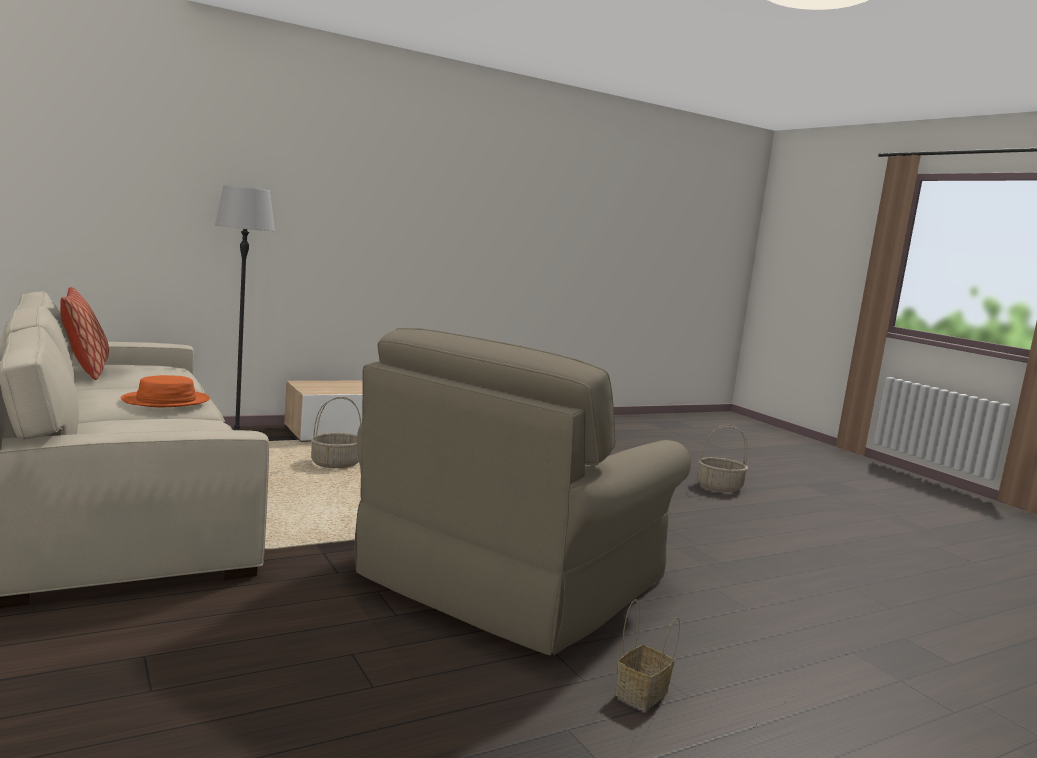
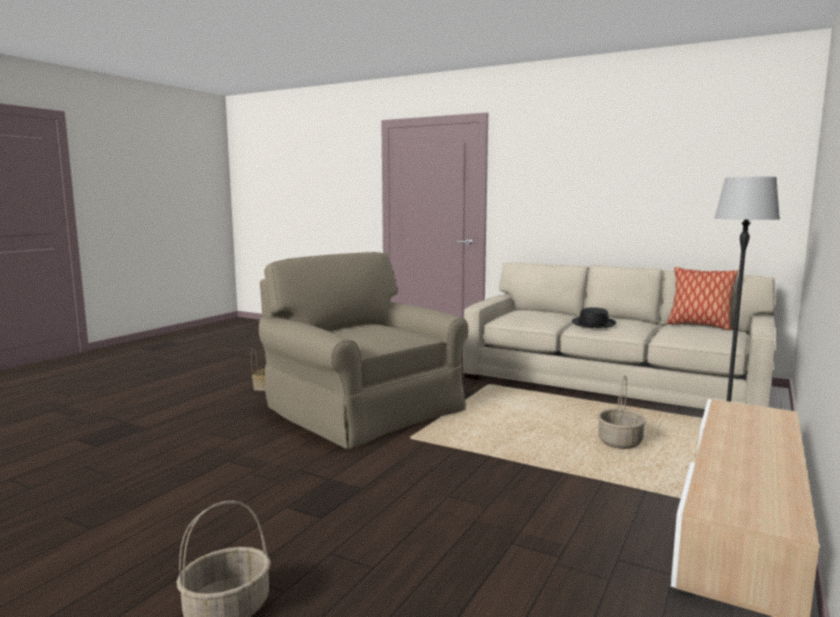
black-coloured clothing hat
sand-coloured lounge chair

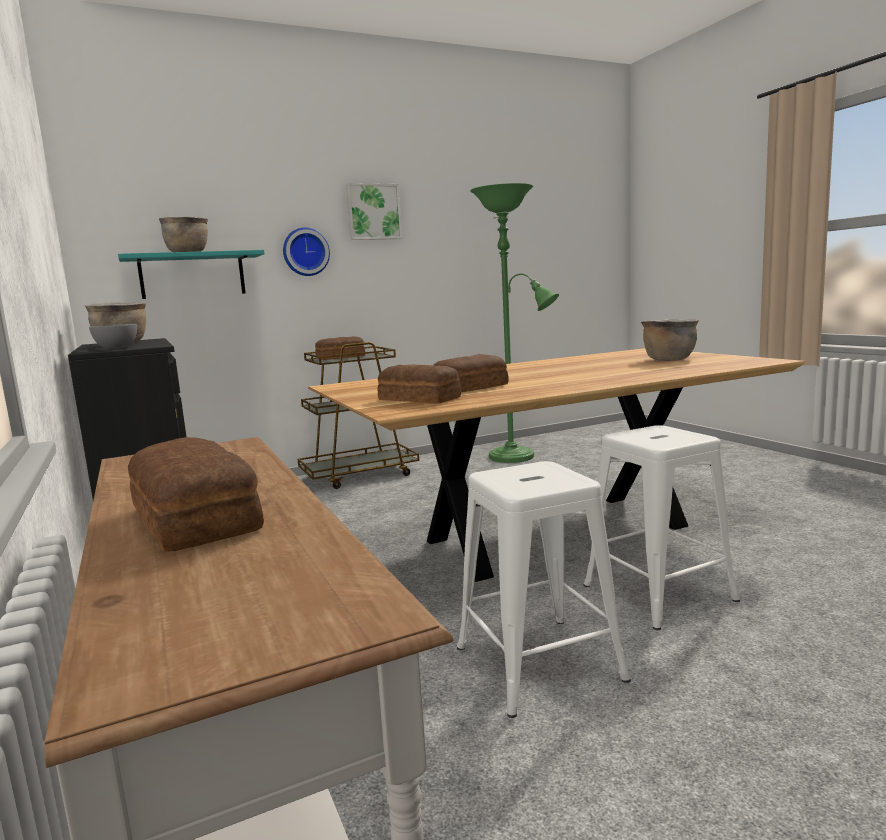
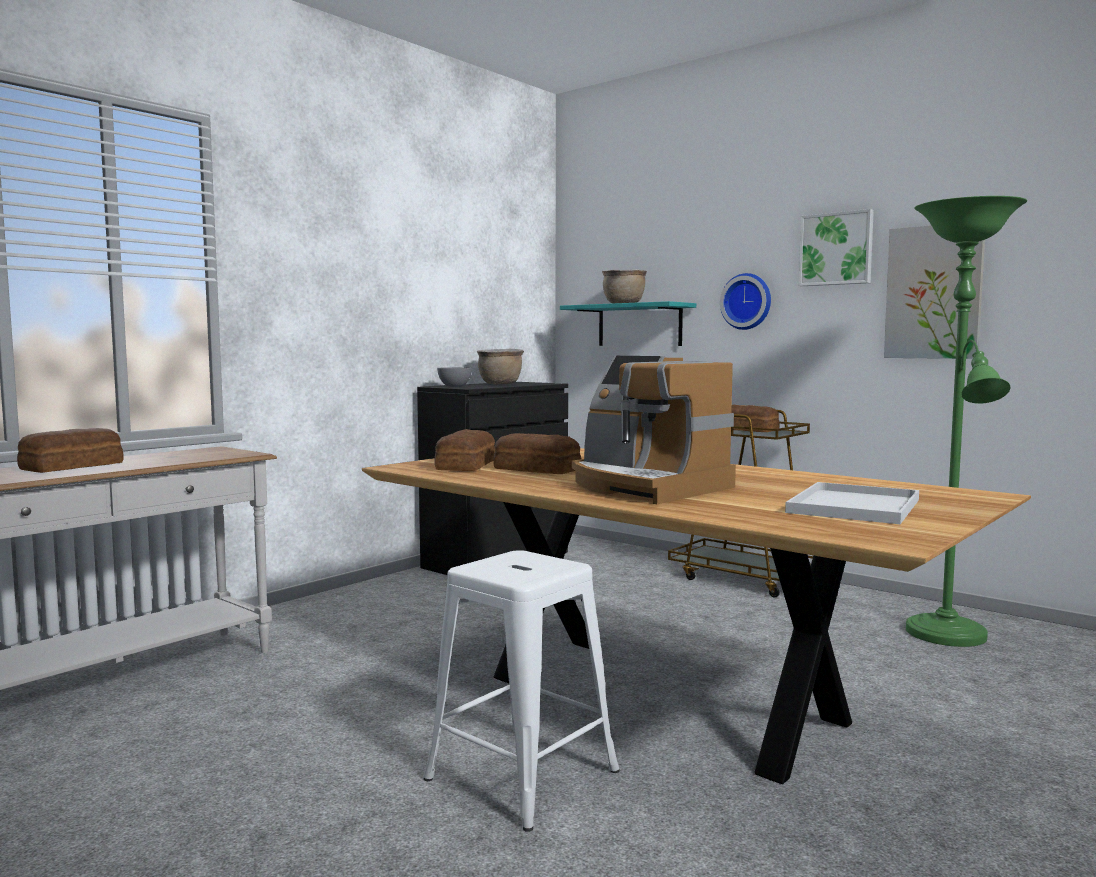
white stool seat (1st from left in the first image)
coffee maker
wall art (2nd from left)
white serving tray

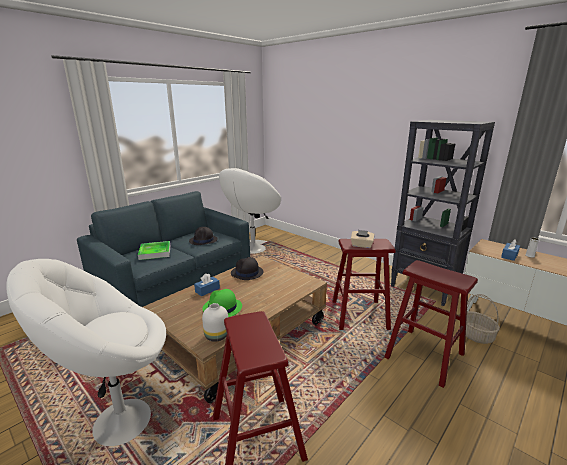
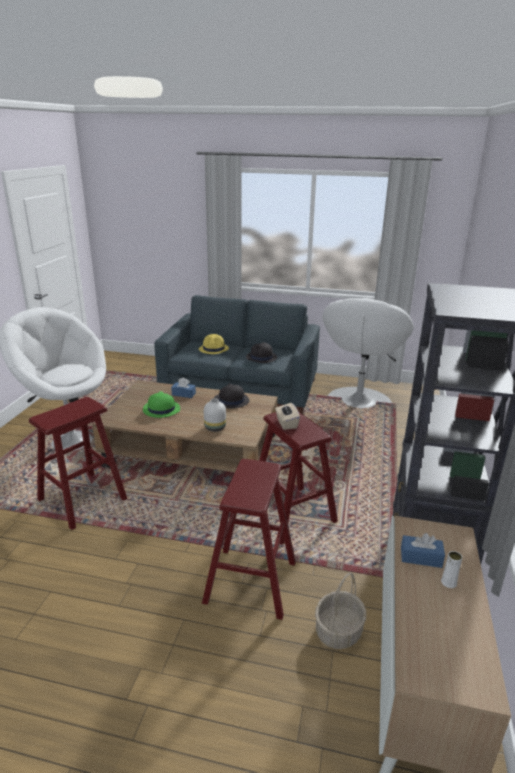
white decorative vase (1st from left)
yellow-coloured clothing hat
white lounge chair (2nd from left)

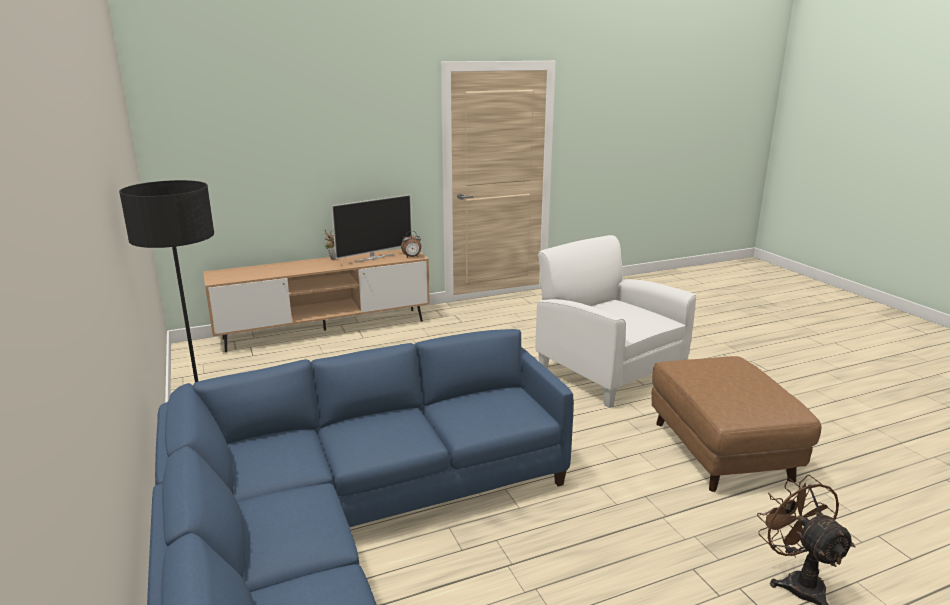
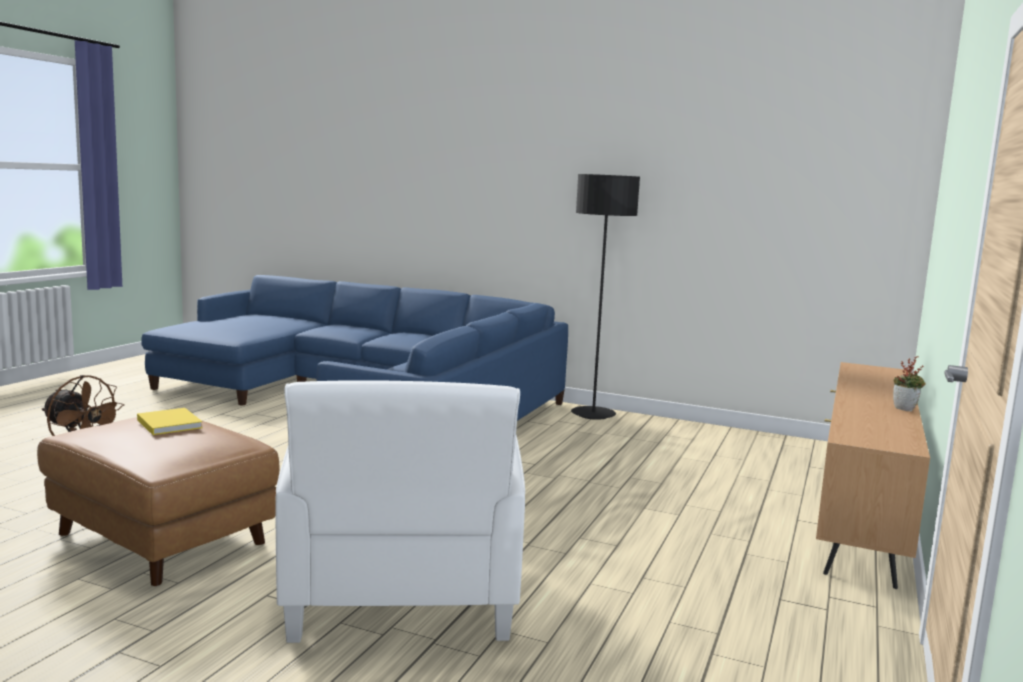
TV set
table clock
yellow-coloured bound book
white lounge chair

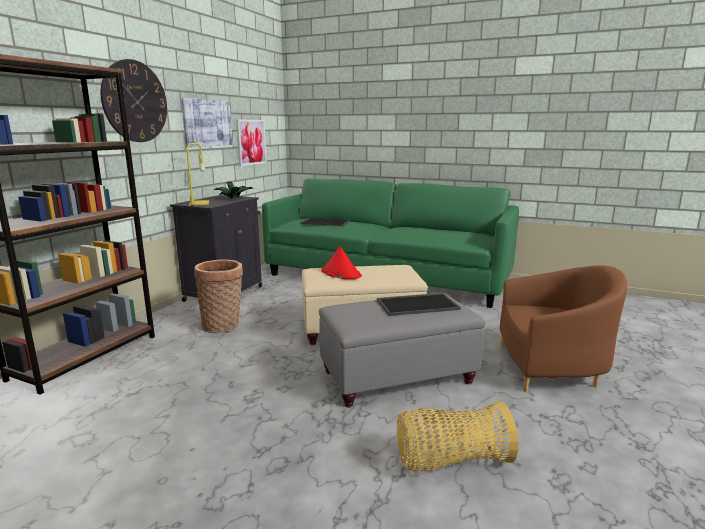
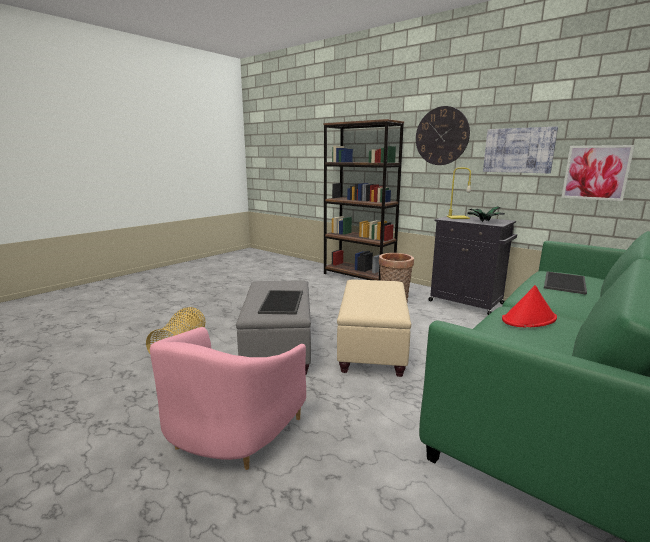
red clothing hat
pink lounge chair

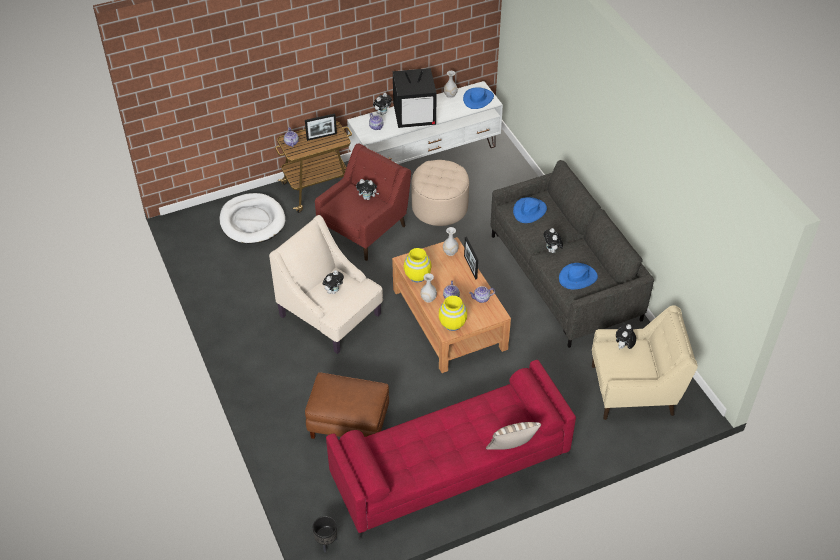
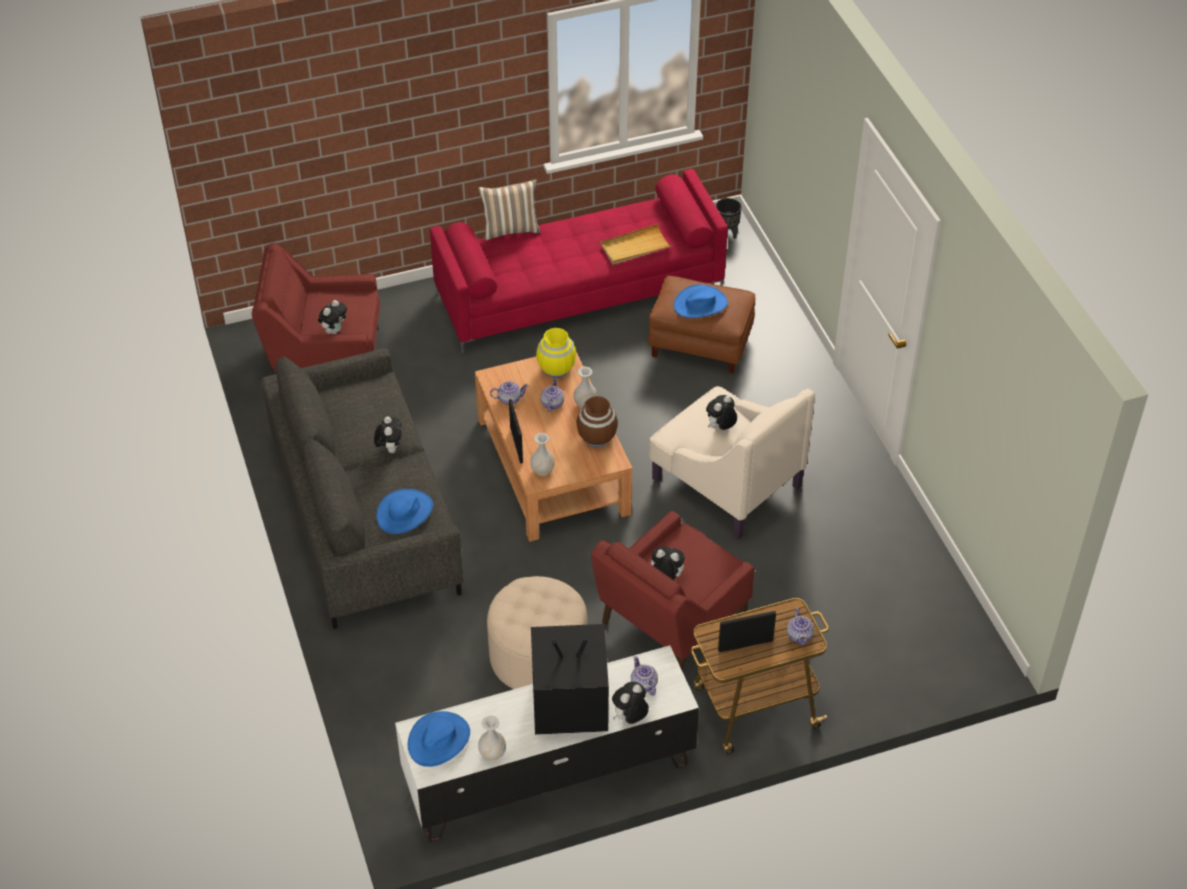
white dog cushion
sand-coloured serving tray
blue clothing hat (3rd from left)
brown-coloured decorative vase
red lounge chair (1st from left)

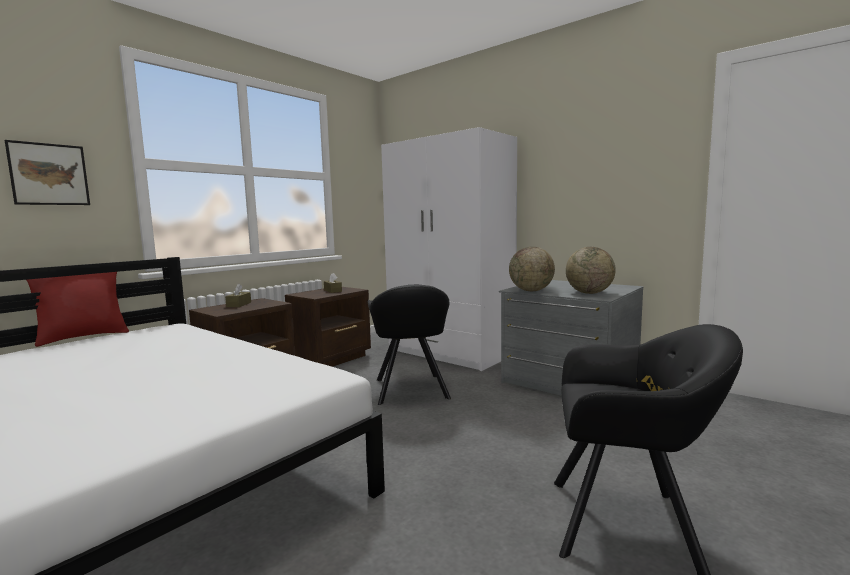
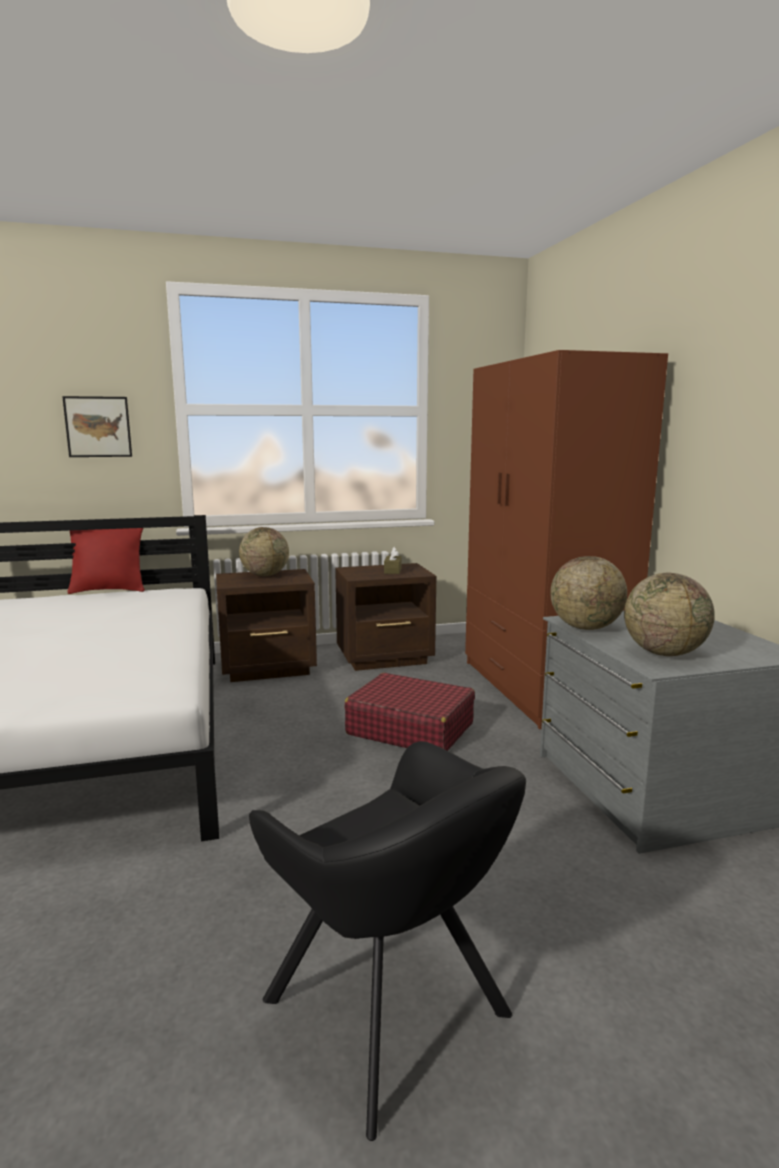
desk globe (1st from left)
red travel case
brown-coloured wardrobe

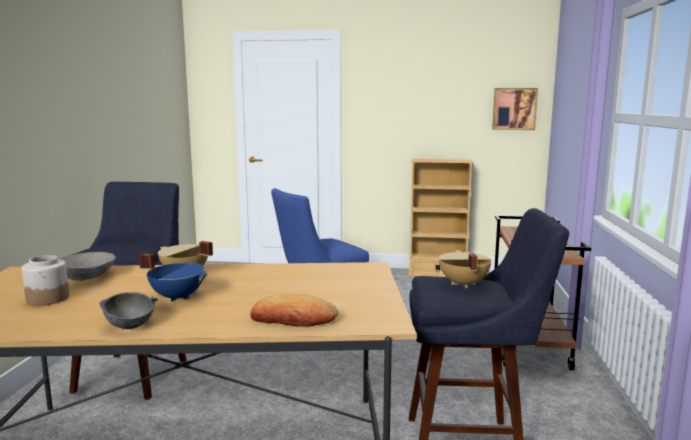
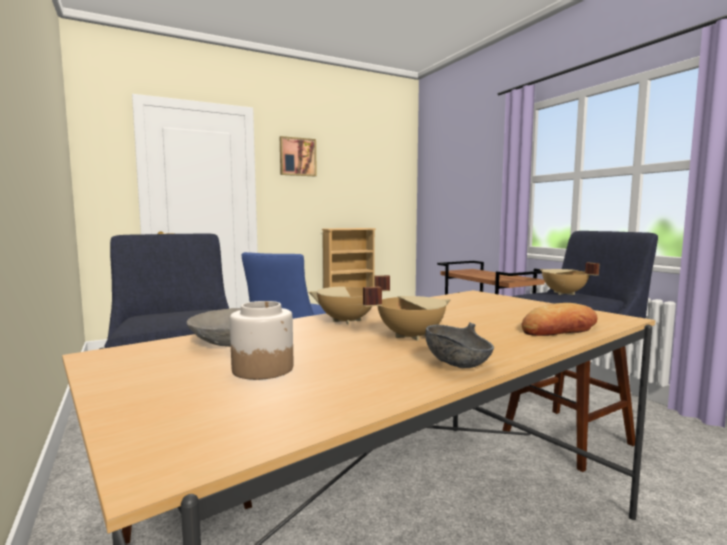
wall art
sand-coloured stockpot (2nd from left)

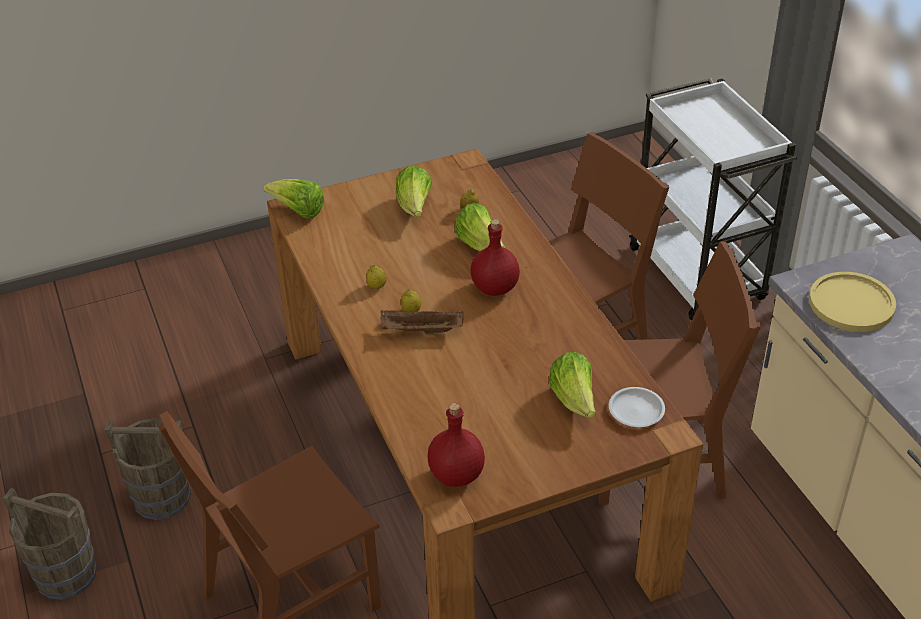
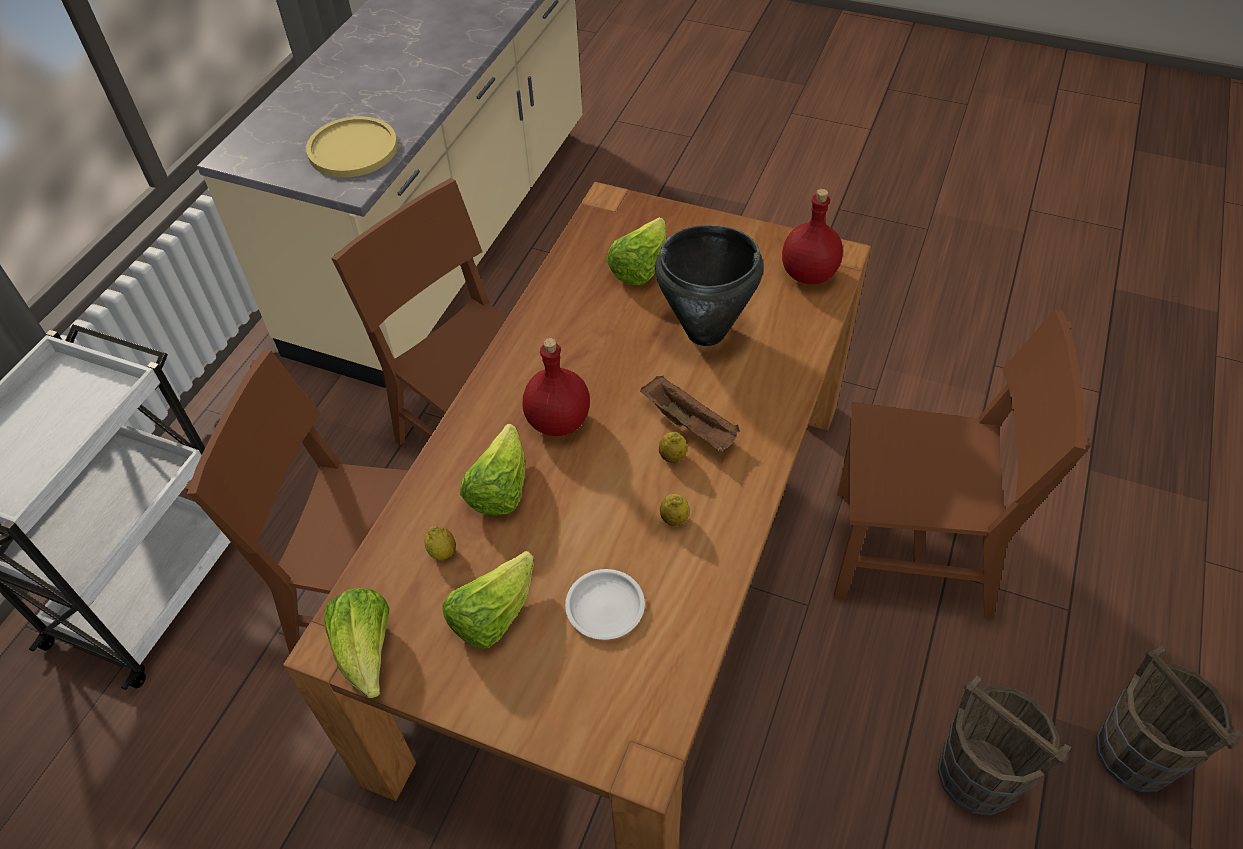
black-coloured stockpot
head of lettuce (1st from left)
white plate

